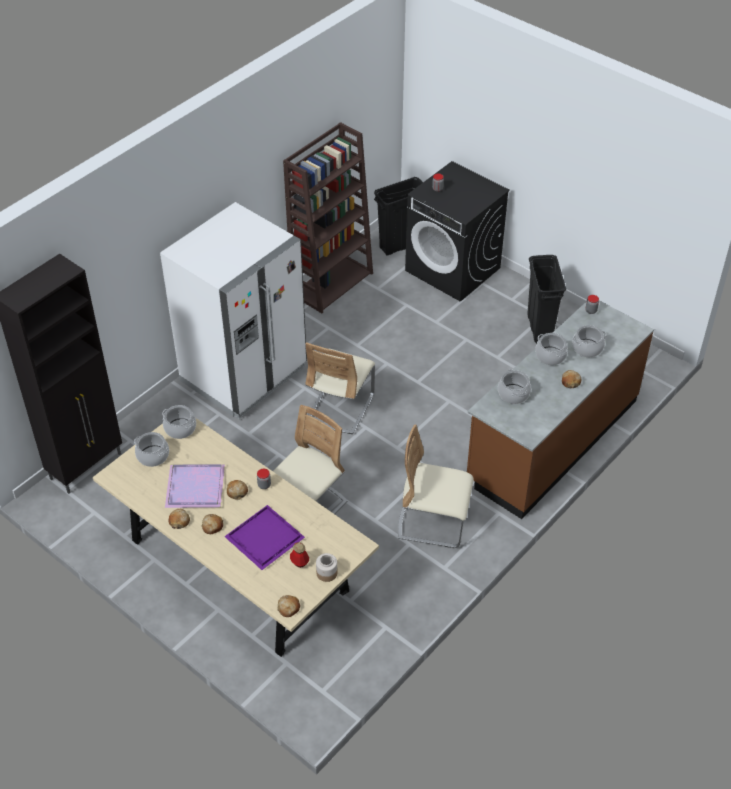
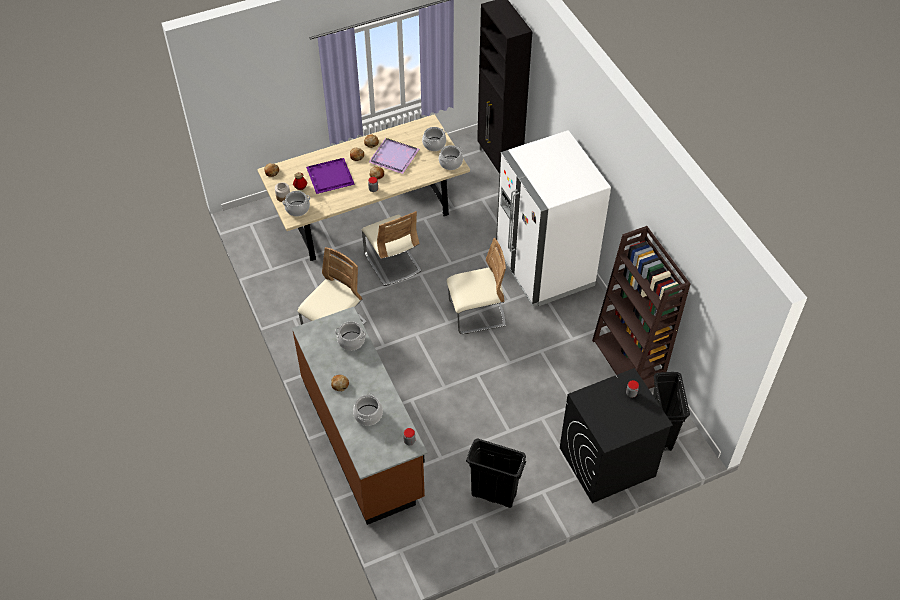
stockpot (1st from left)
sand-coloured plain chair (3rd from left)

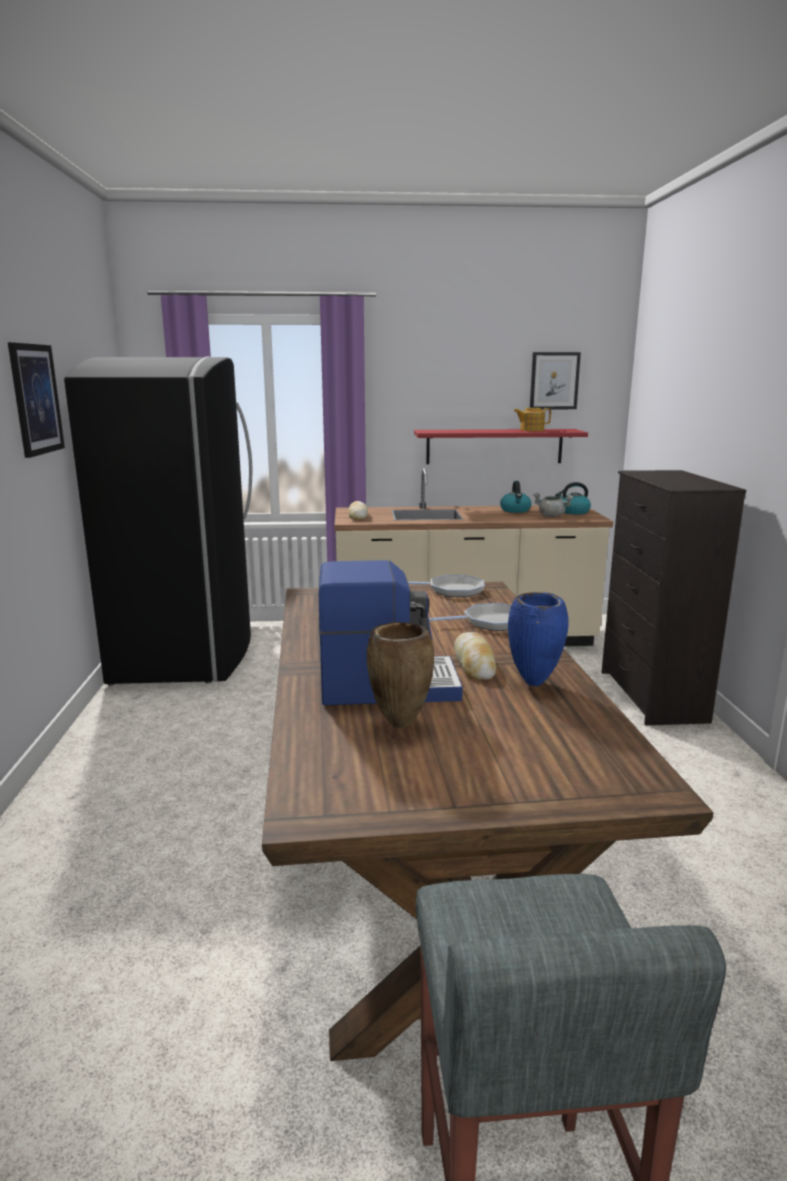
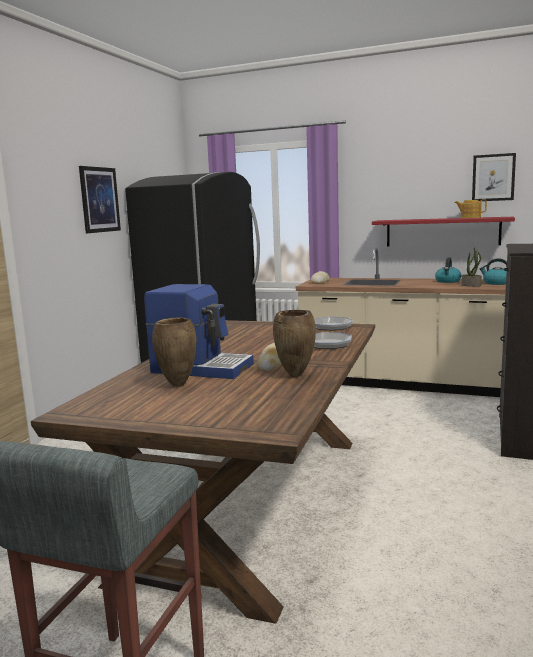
plant in a pot
brown-coloured decorative vase (2nd from left)

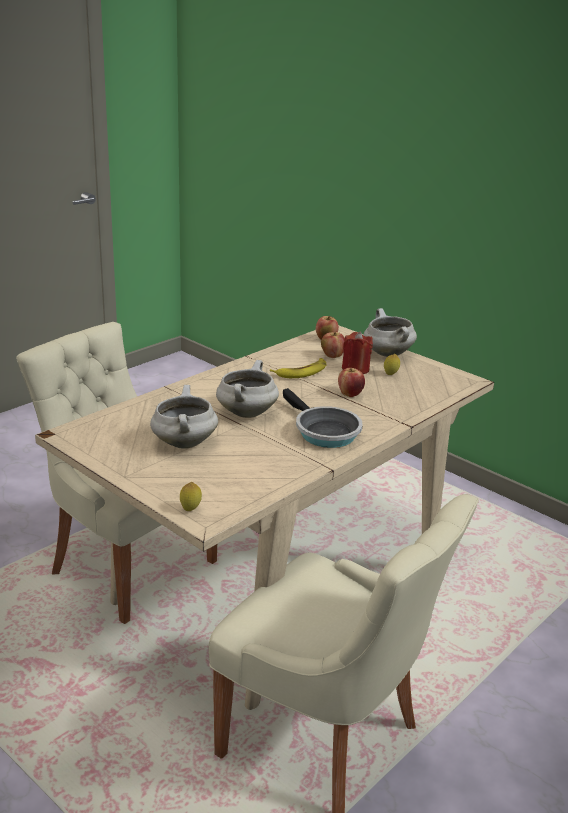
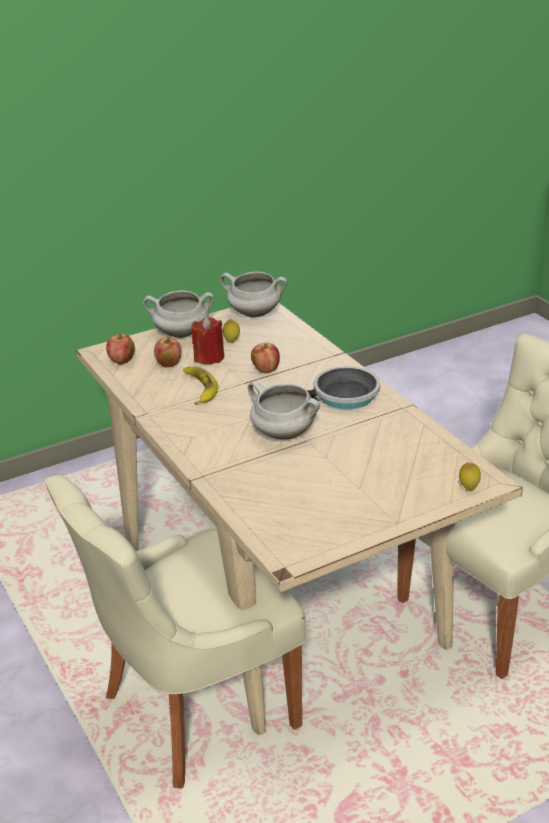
white stockpot (2nd from left)

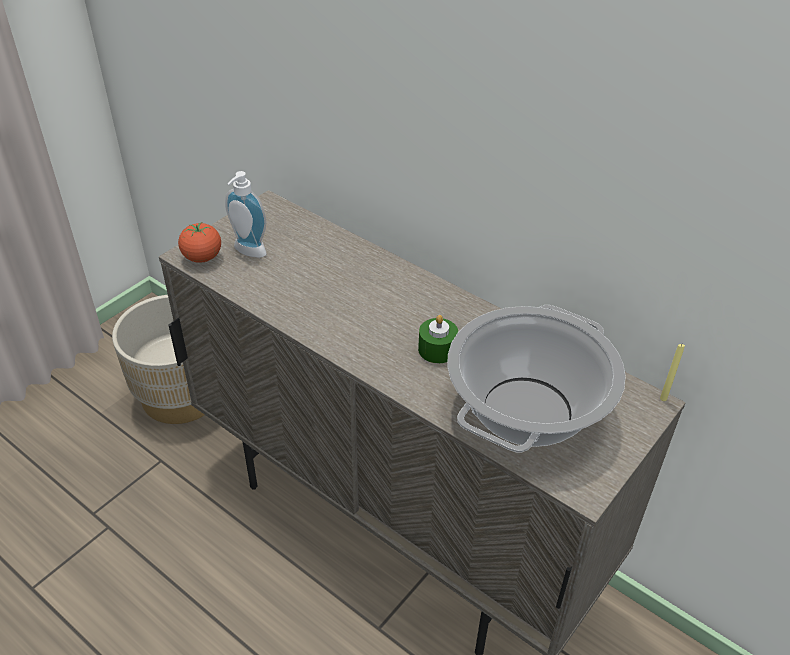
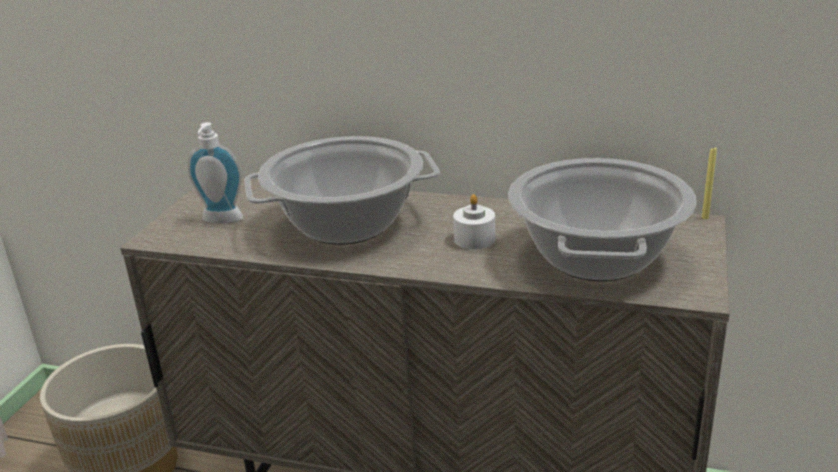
tomato
stockpot (1st from left)
white wax light

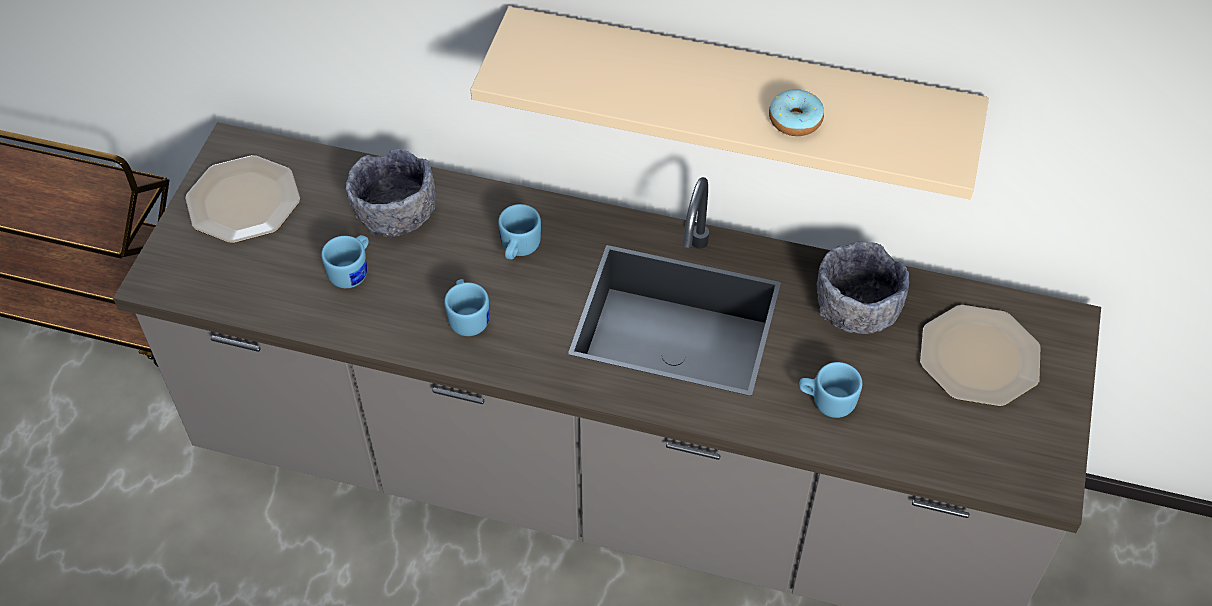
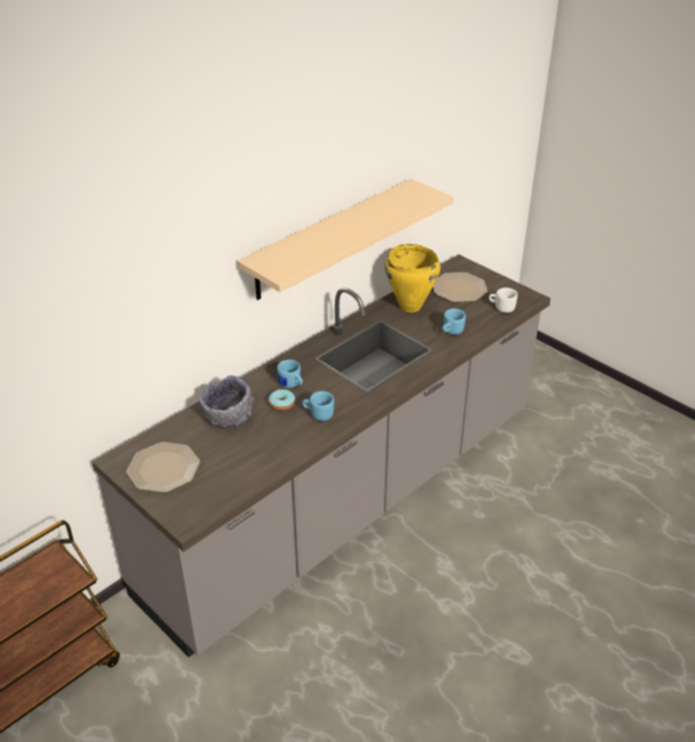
blue tea mug (1st from left in the first image)
white tea mug
doughnut
yellow-coloured stockpot

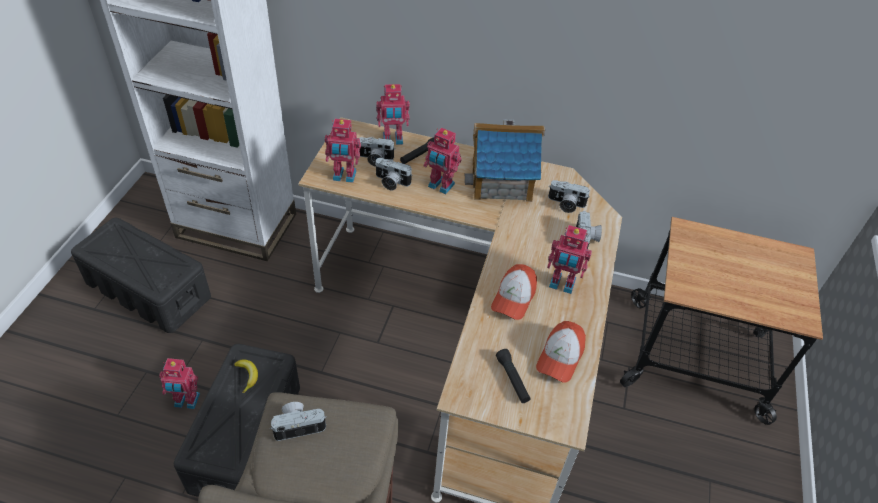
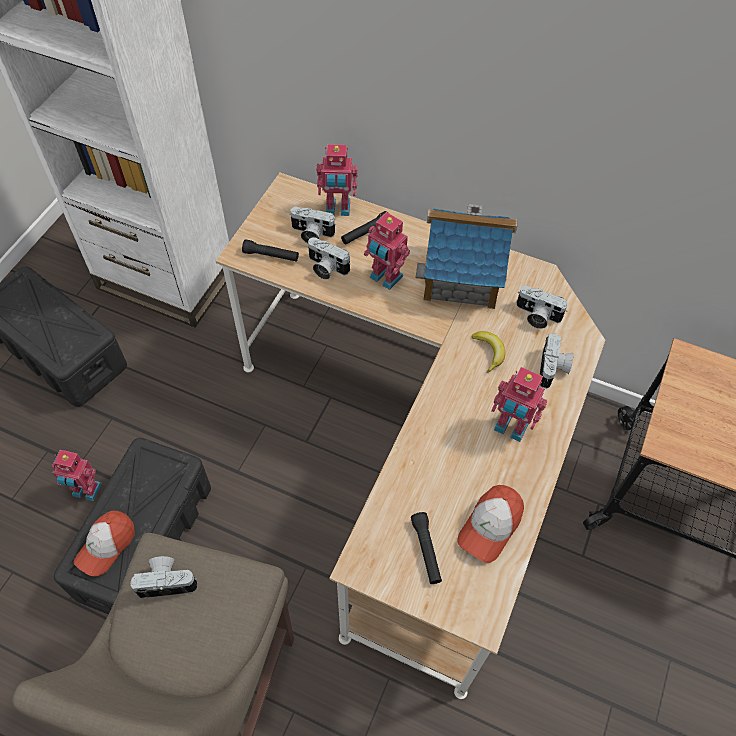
banana
cap (1st from left)
black-coloured hand torch (1st from left)

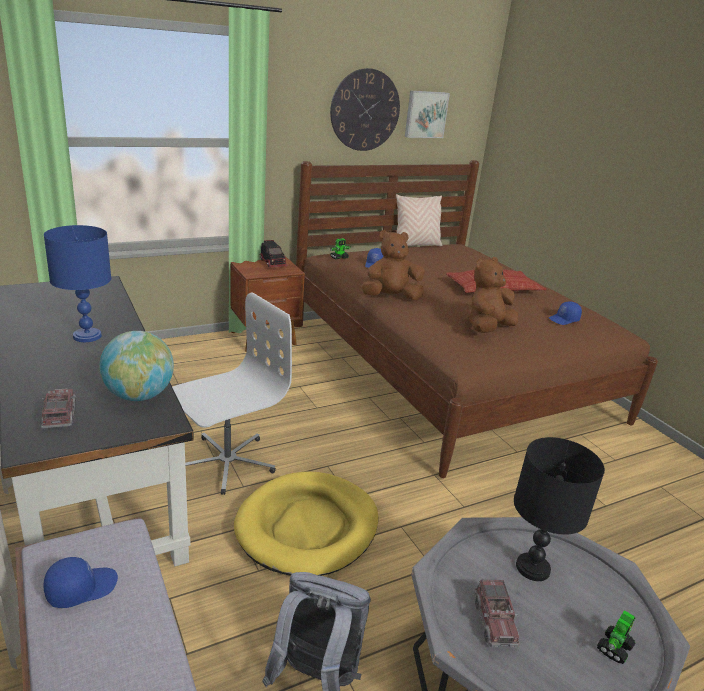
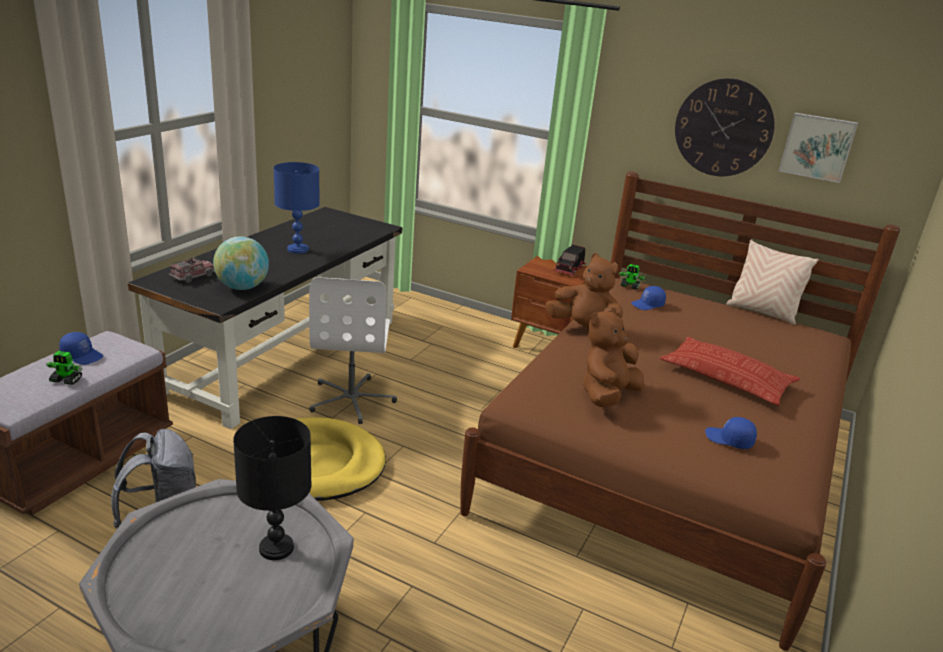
model truck (3rd from left in the first image)
toy robot (1st from left)
white desk chair
brown-coloured plush toy (2nd from left)

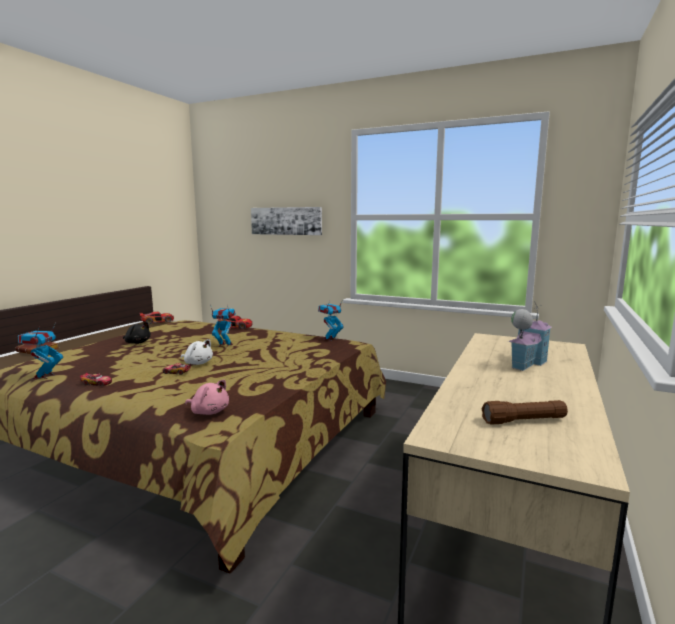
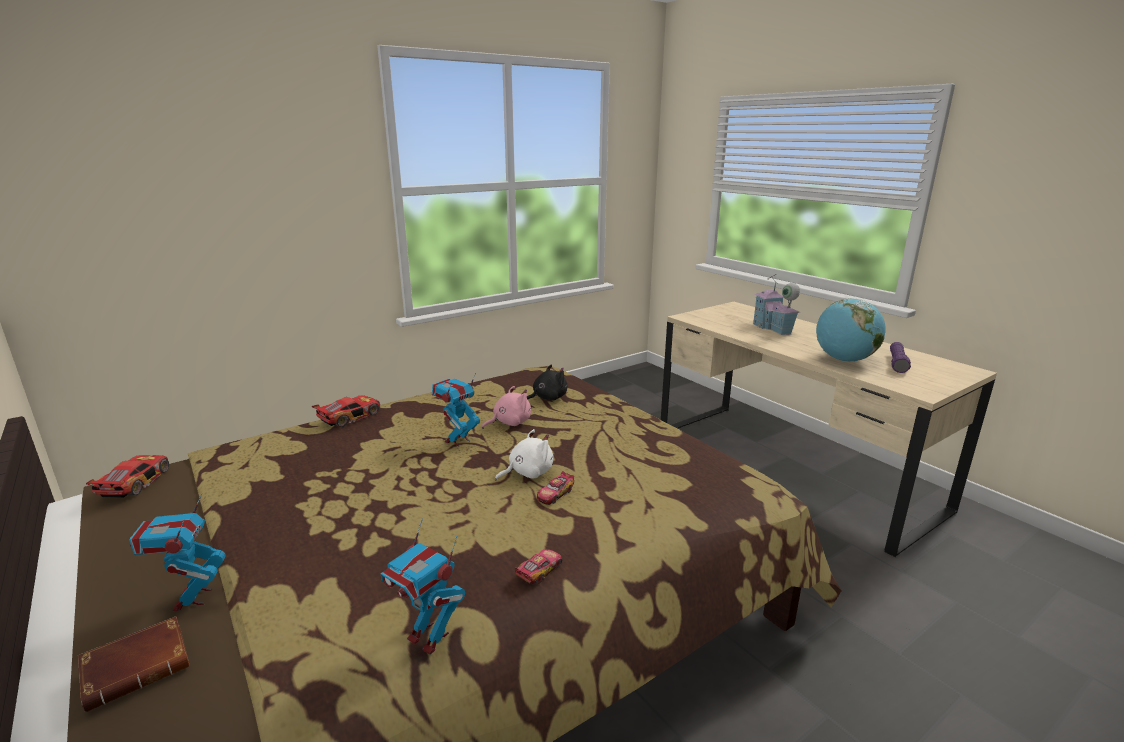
wall art
desk globe
black-coloured plush toy
pink plush toy
toy robot (1st from left)
purple-coloured hand torch

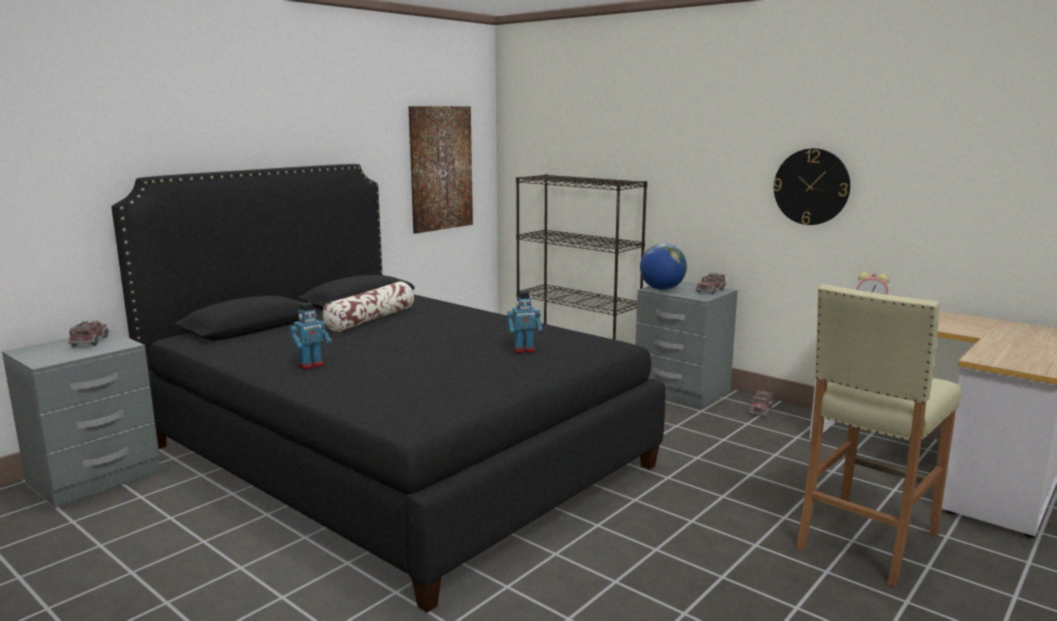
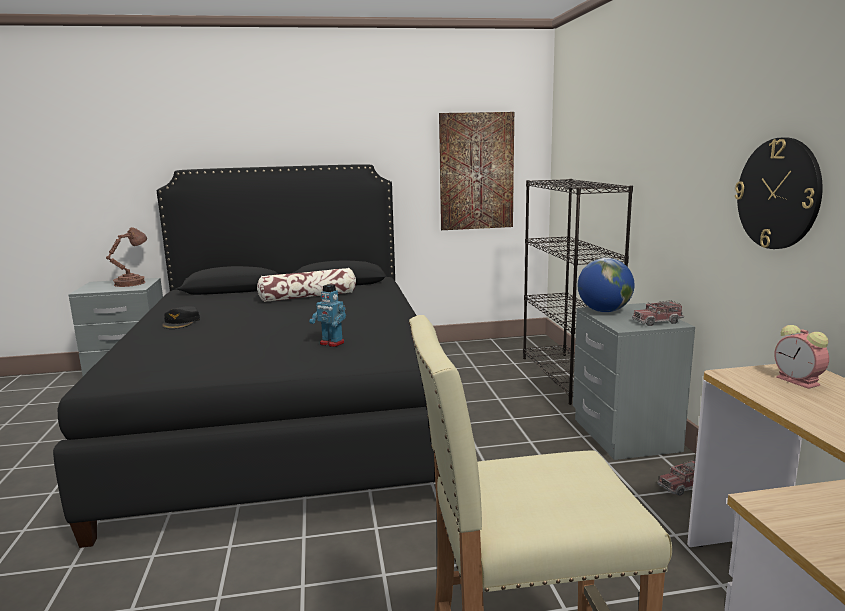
brown-coloured lamp for a table
black-coloured cap

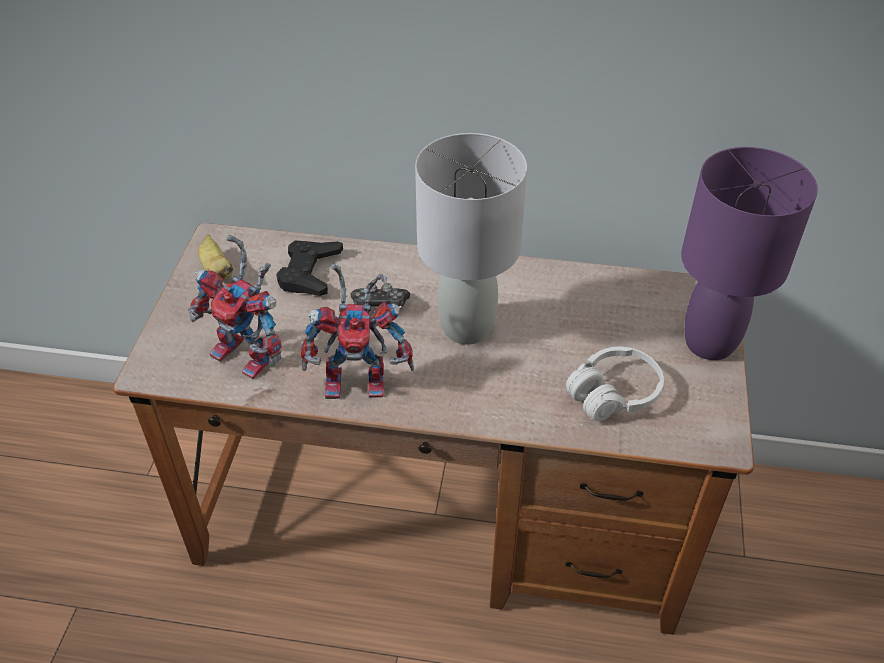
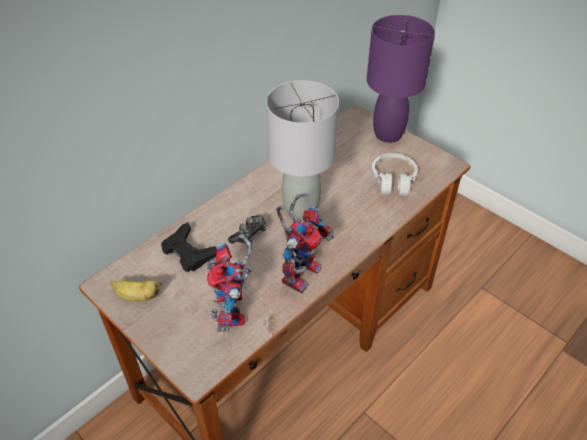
toy robot (1st from left)

